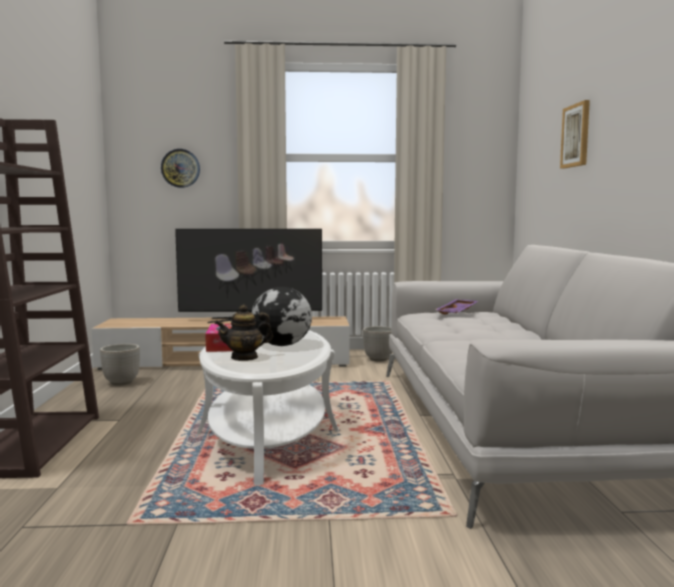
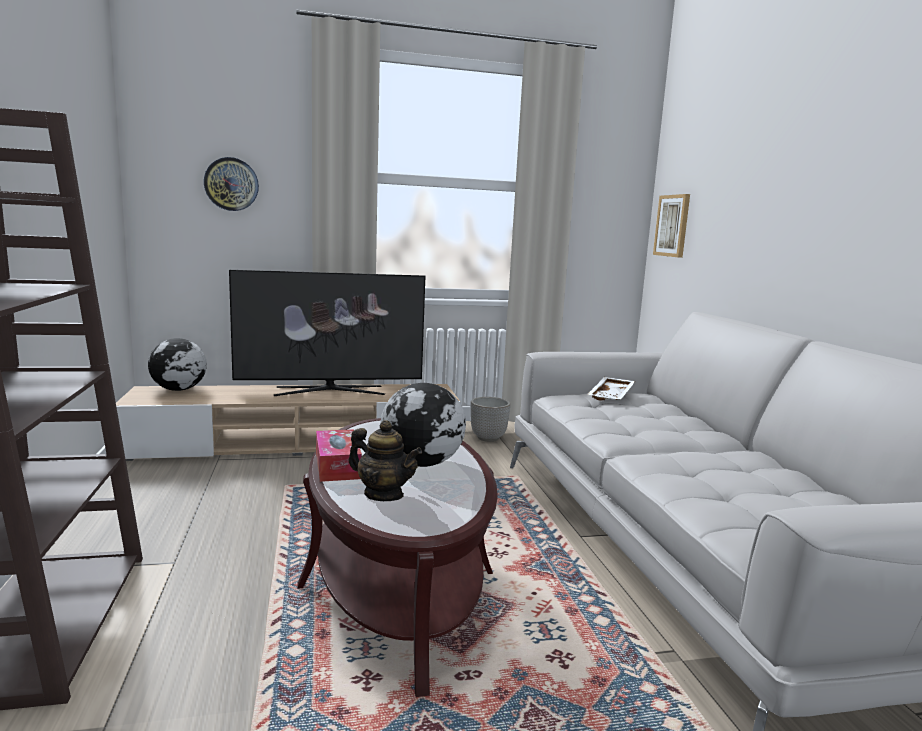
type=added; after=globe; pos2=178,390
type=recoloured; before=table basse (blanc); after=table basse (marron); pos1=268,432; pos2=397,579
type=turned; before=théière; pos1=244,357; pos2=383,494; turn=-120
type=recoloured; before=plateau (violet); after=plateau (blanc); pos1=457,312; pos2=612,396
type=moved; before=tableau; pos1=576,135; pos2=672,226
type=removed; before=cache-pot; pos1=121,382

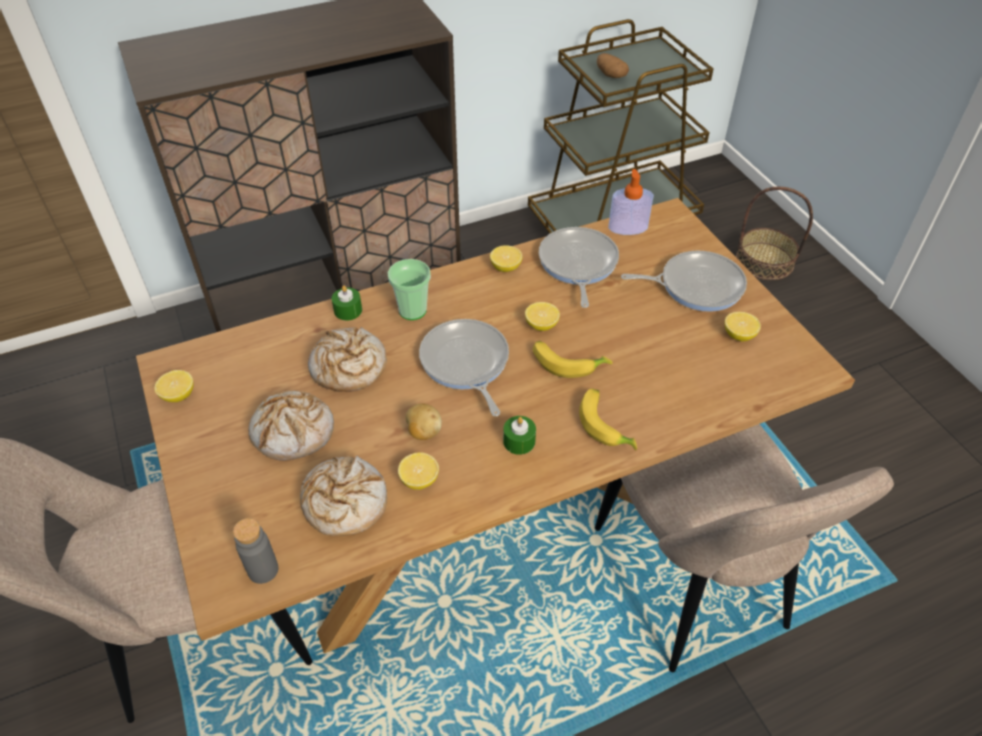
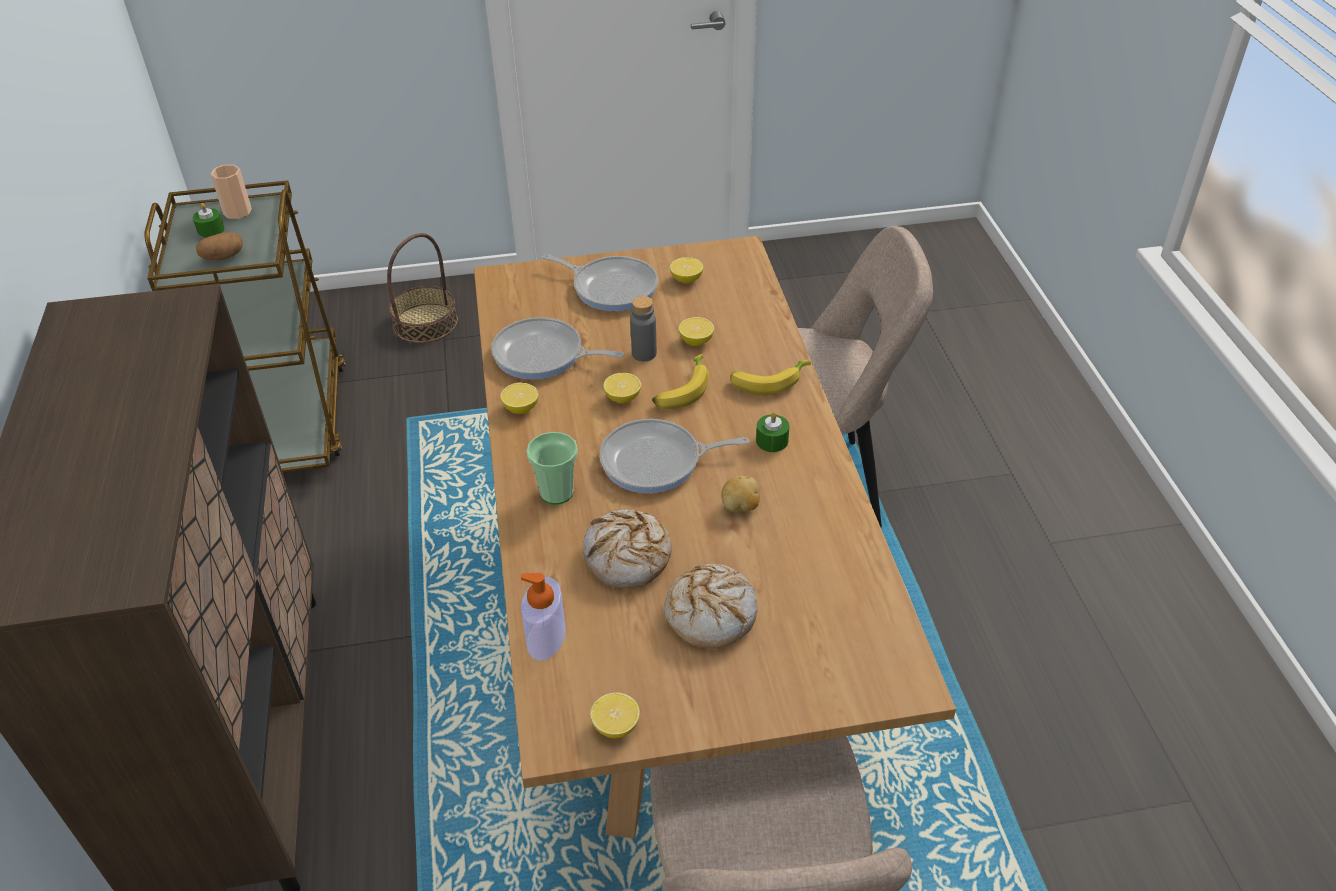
type=moved; before=bougie (vert); pos1=348,310; pos2=211,230
type=added; after=tasse; pos2=237,212
type=moved; before=distributeur de savon; pos1=628,227; pos2=546,637
type=turned; before=poêle; pos1=696,285; pos2=611,287; turn=105
type=moved; before=bouteille (gris); pos1=263,570; pos2=644,353
type=moved; before=citron; pos1=419,480; pos2=696,341
type=removed; before=pain; pos1=344,502

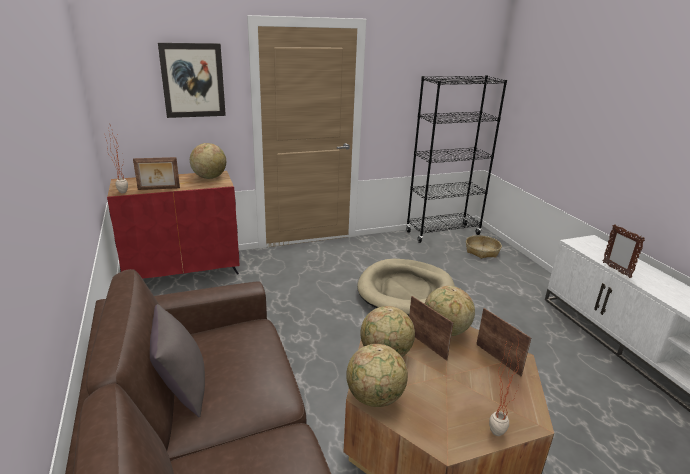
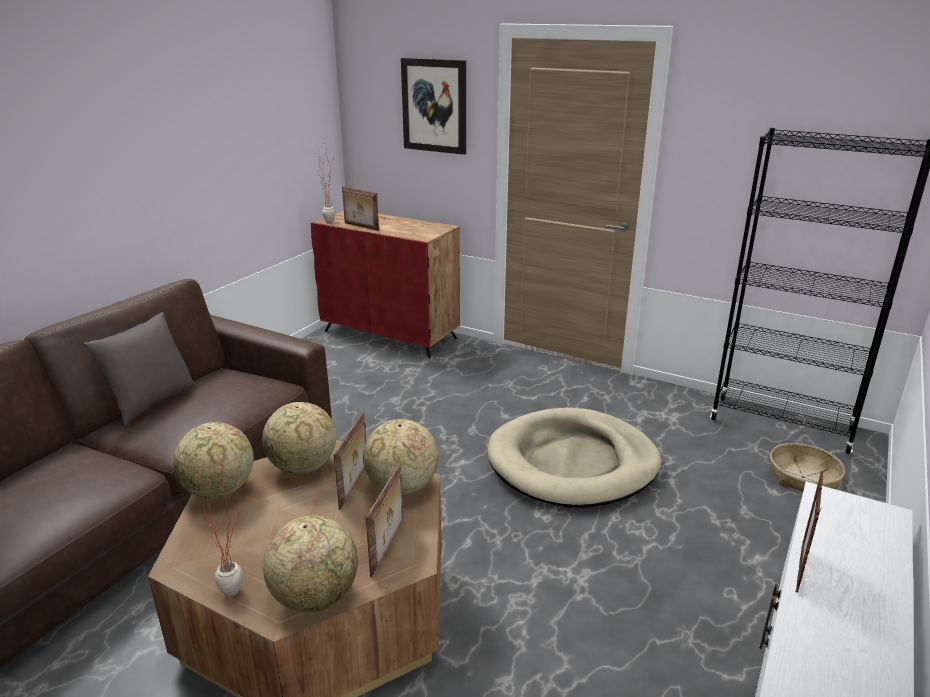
type=moved; before=globe; pos1=209,177; pos2=315,597

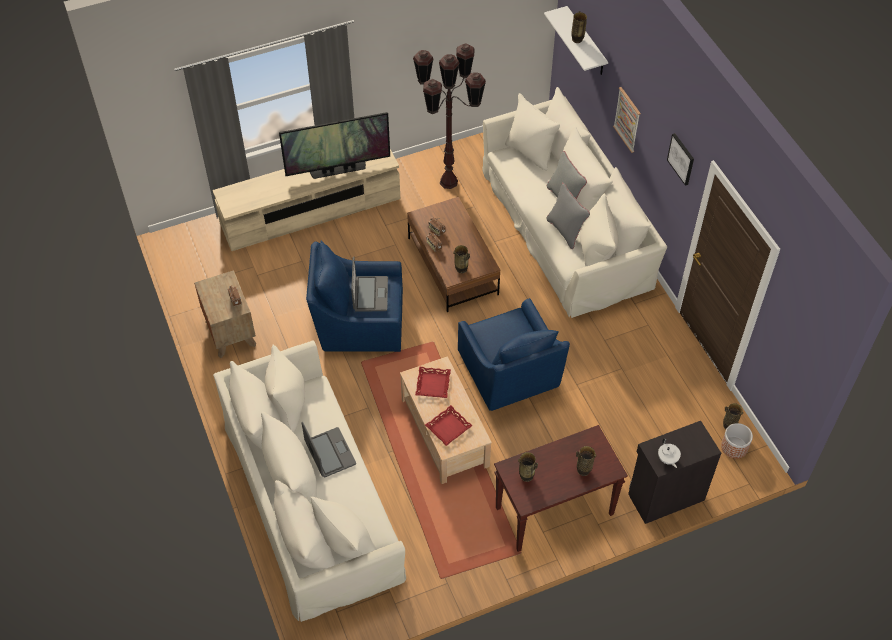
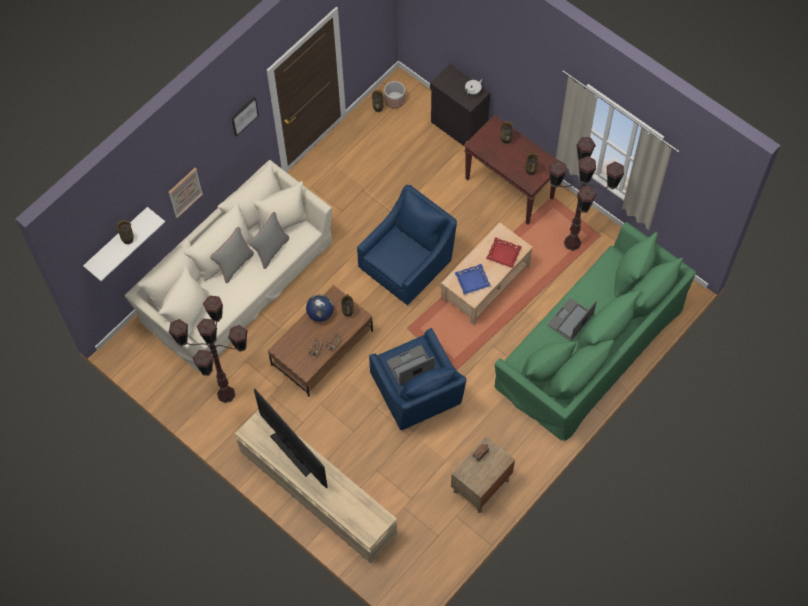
type=added; after=globe; pos2=320,313
type=recoloured; before=plateau (rouge); after=plateau (bleu); pos1=432,384; pos2=472,281
type=recoloured; before=canapé (beige); after=canapé (vert); pos1=312,497; pos2=589,345
type=added; after=lampadaire (marron); pos2=572,243

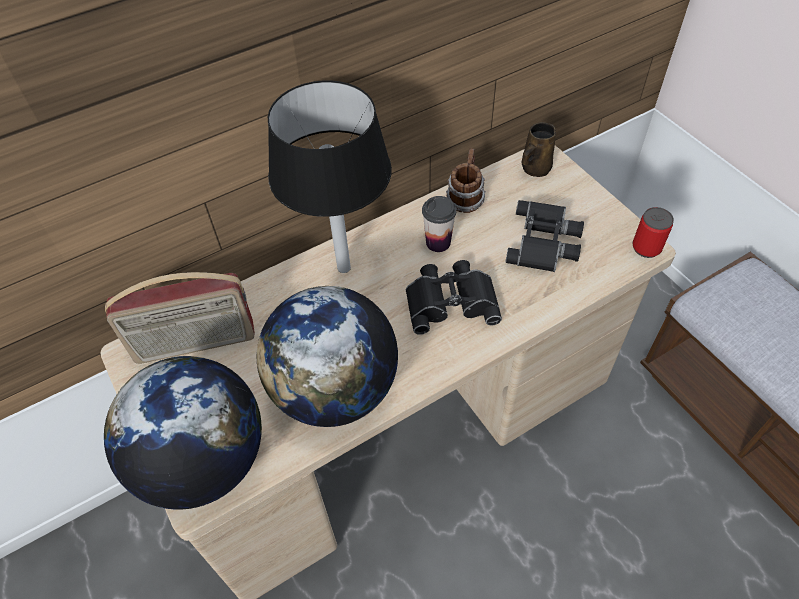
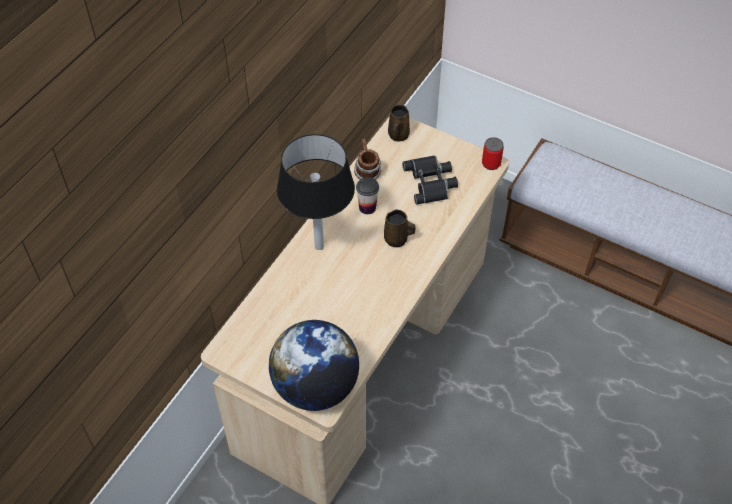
type=replaced; before=jumelles (noir); after=mug (marron); pos1=451,300; pos2=397,240
type=removed; before=radio; pos1=195,344
type=removed; before=globe; pos1=335,390

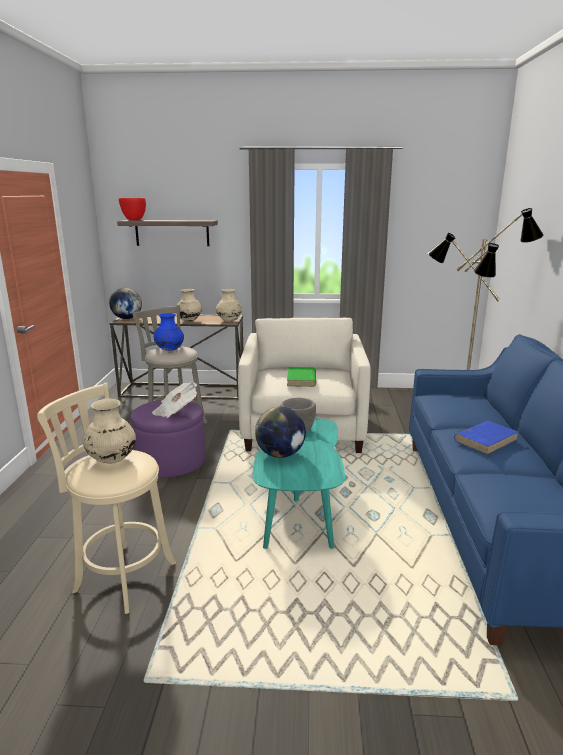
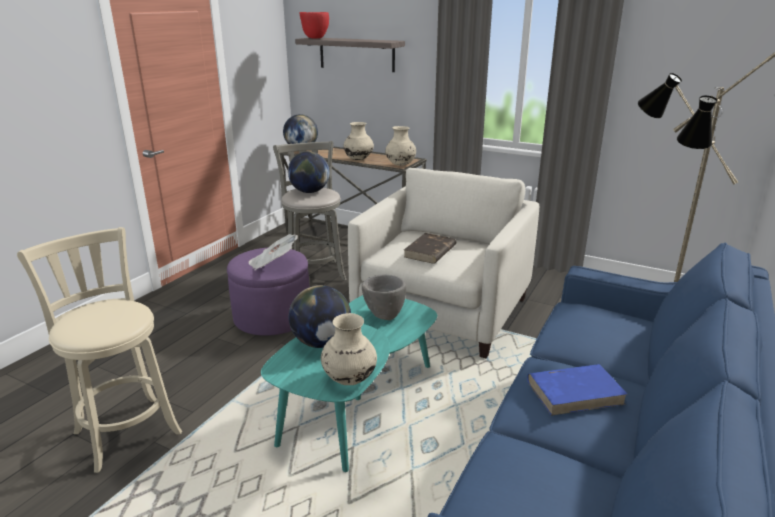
type=replaced; before=vase (bleu); after=globe; pos1=169,350; pos2=309,192
type=moved; before=vase (beige); pos1=111,460; pos2=349,379
type=recoloured; before=livre (vert); after=livre (marron); pos1=301,379; pos2=430,251

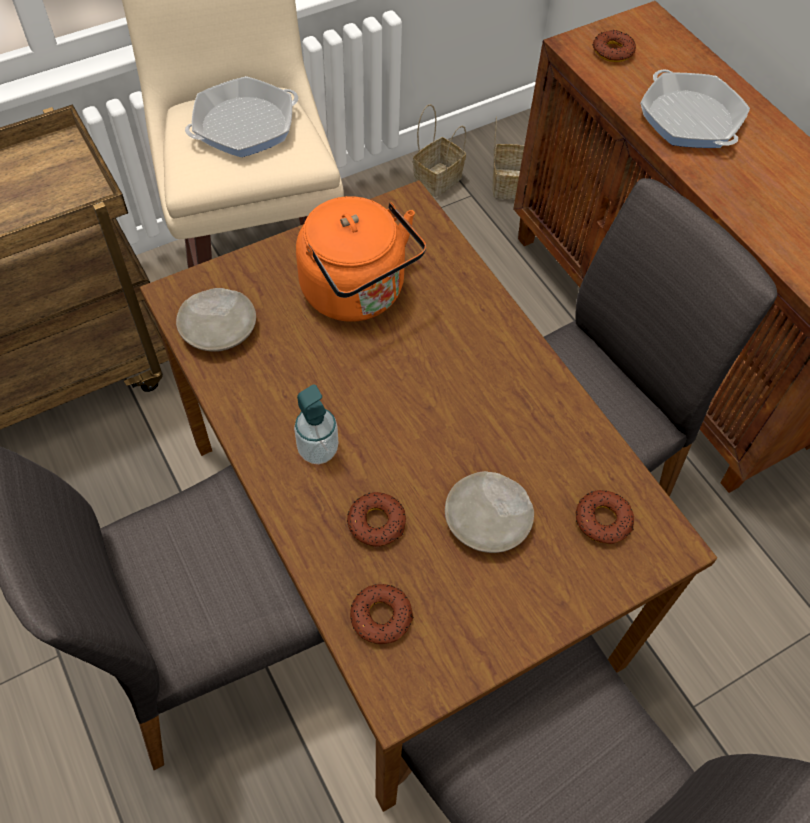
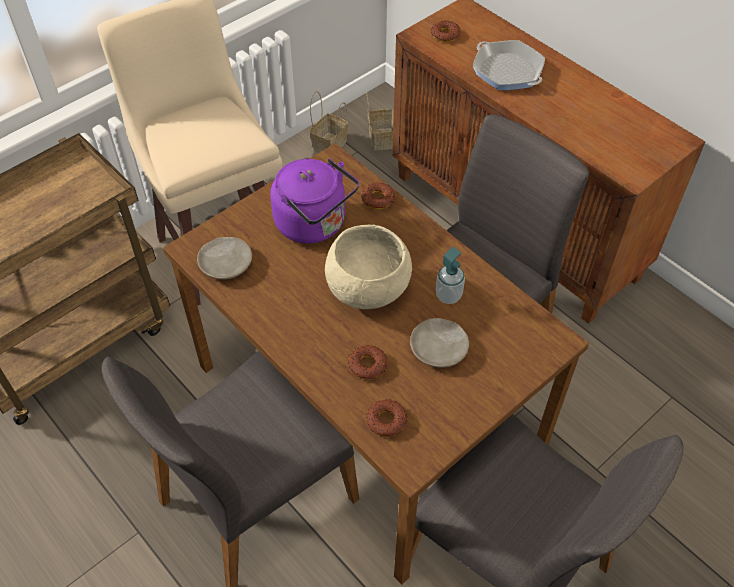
type=recoloured; before=bouilloire (orange); after=bouilloire (violet); pos1=358,294; pos2=314,224
type=added; after=bol (beige); pos2=368,291
type=moved; before=beignet; pos1=603,520; pos2=378,199
type=moved; before=distributeur de savon; pos1=318,450; pos2=448,295
type=removed; before=poêle; pos1=244,125

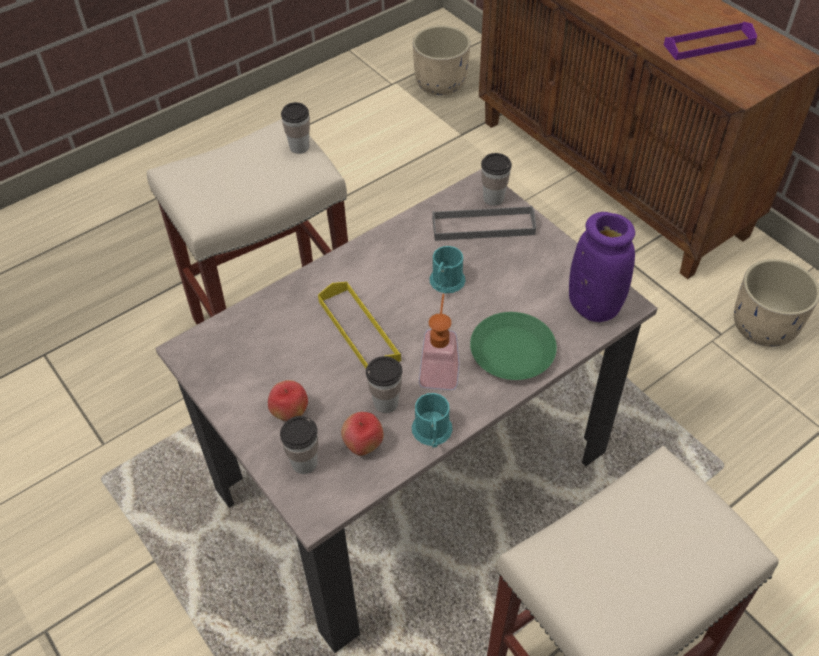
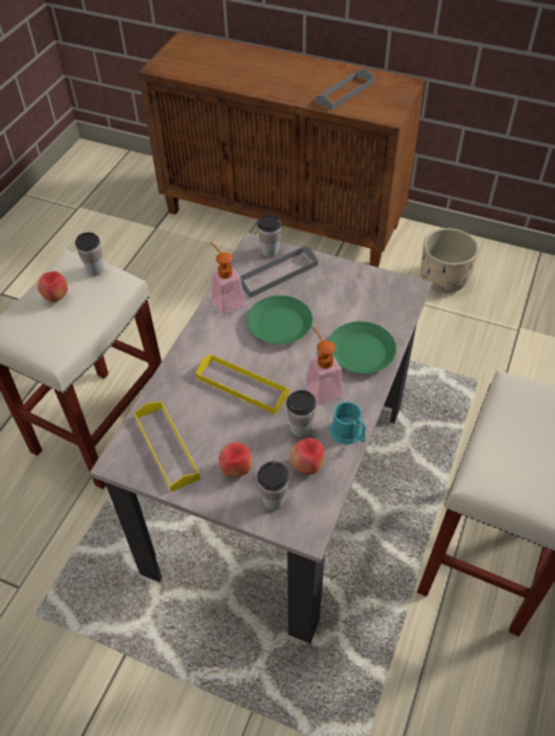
type=added; after=pomme; pos2=56,297
type=added; after=plateau (jaune); pos2=167,447
type=added; after=distributeur de savon; pos2=225,300
type=replaced; before=mug (turquoise); after=assiette (vert); pos1=445,283; pos2=280,325
type=recoloured; before=plateau (violet); after=plateau (gris); pos1=709,44; pos2=345,92
type=removed; before=cache-pot (beige); pos1=440,83
type=removed; before=vase (violet); pos1=594,306

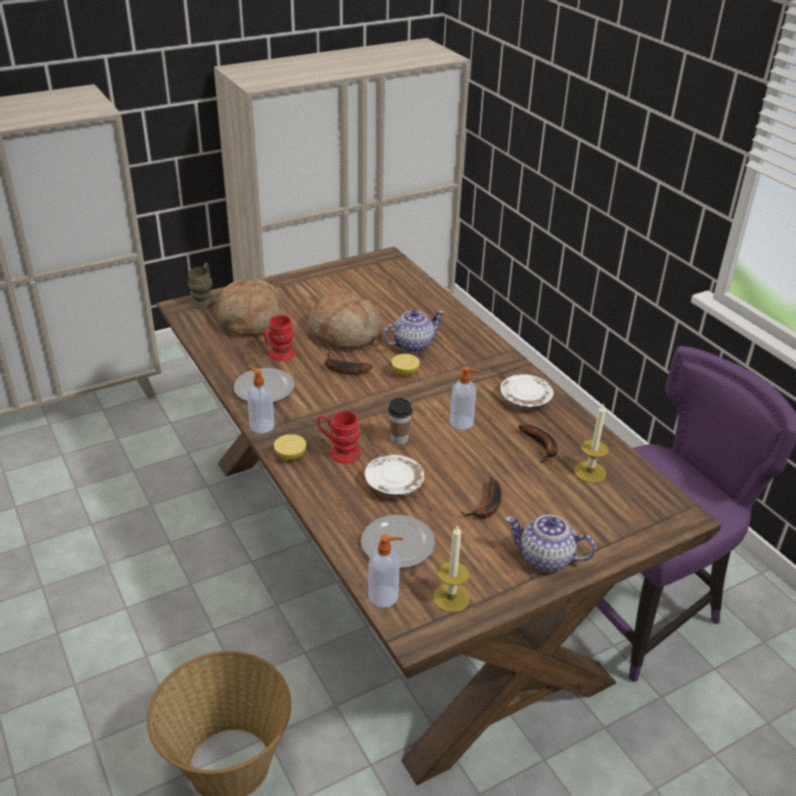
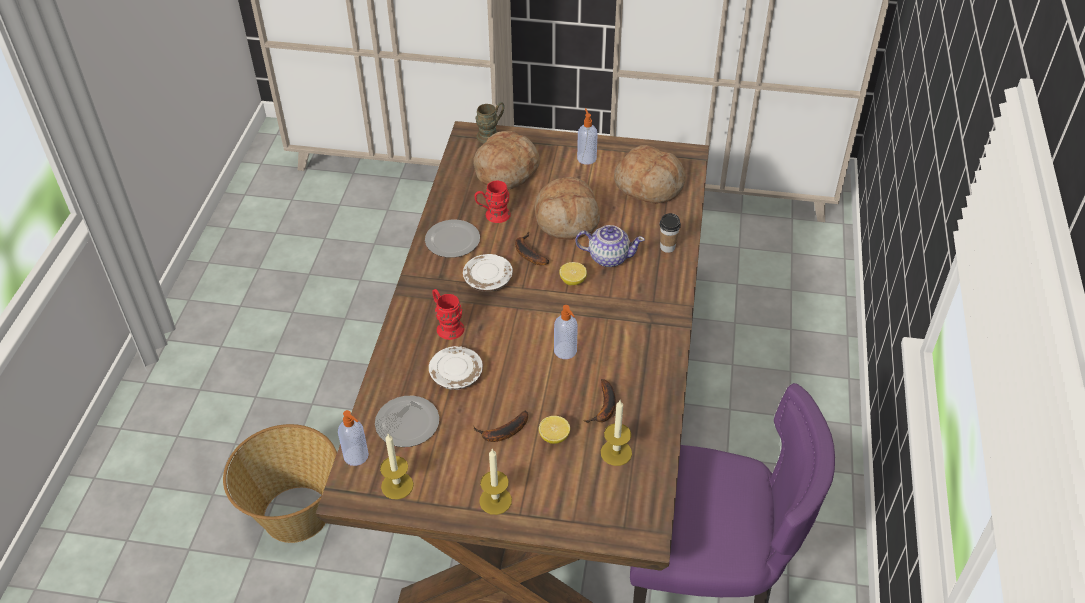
type=moved; before=assiette (blanc); pos1=525,400; pos2=488,280
type=replaced; before=théière; after=bougie; pos1=546,559; pos2=495,500
type=moved; before=citron; pos1=290,456; pos2=554,437
type=moved; before=distributeur de savon; pos1=261,426; pos2=586,158
type=added; after=pain; pos2=649,185
type=moved; before=tasse; pos1=399,439; pos2=667,247

